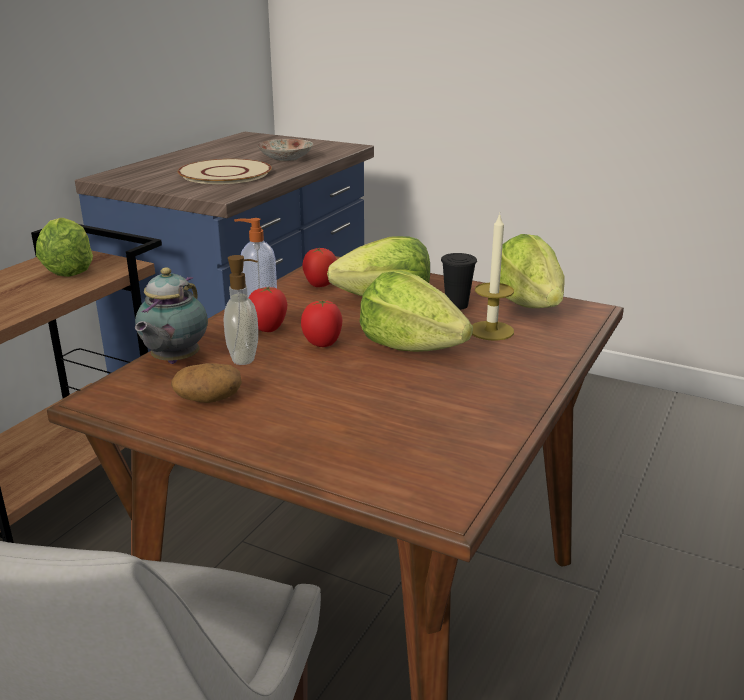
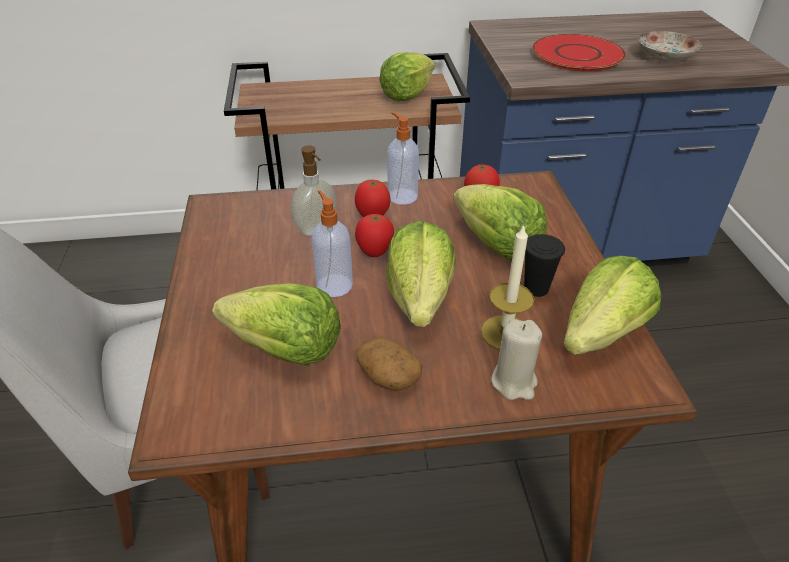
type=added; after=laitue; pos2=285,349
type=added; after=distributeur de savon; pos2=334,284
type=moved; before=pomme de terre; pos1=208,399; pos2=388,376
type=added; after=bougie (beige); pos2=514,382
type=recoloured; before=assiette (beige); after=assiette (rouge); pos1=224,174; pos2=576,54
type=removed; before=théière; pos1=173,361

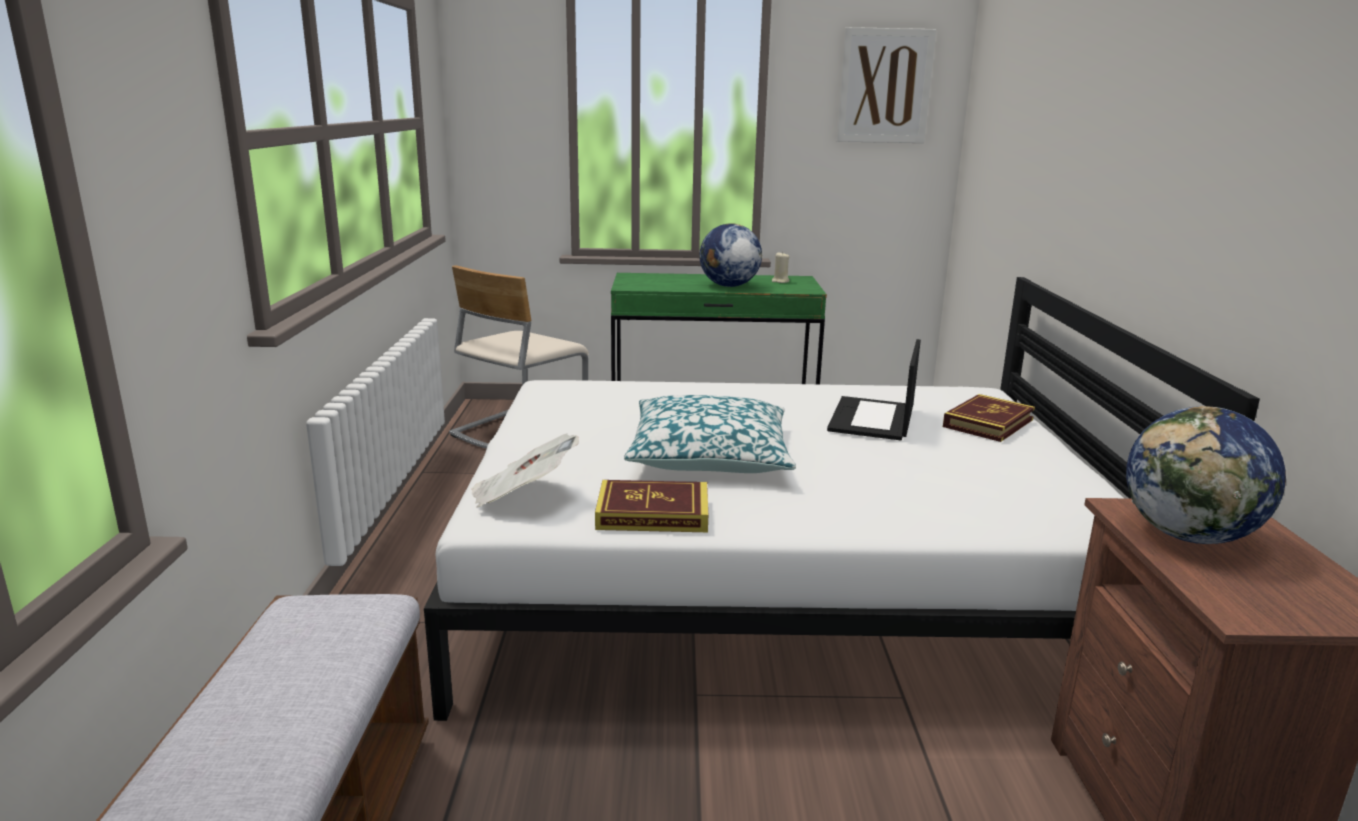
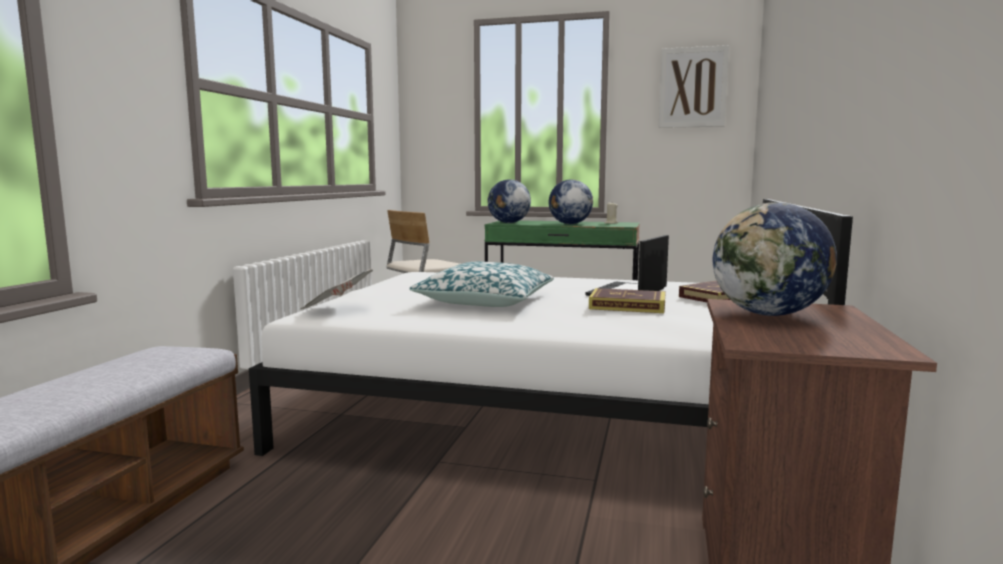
type=added; after=globe; pos2=508,223
type=moved; before=livre; pos1=653,513; pos2=627,306

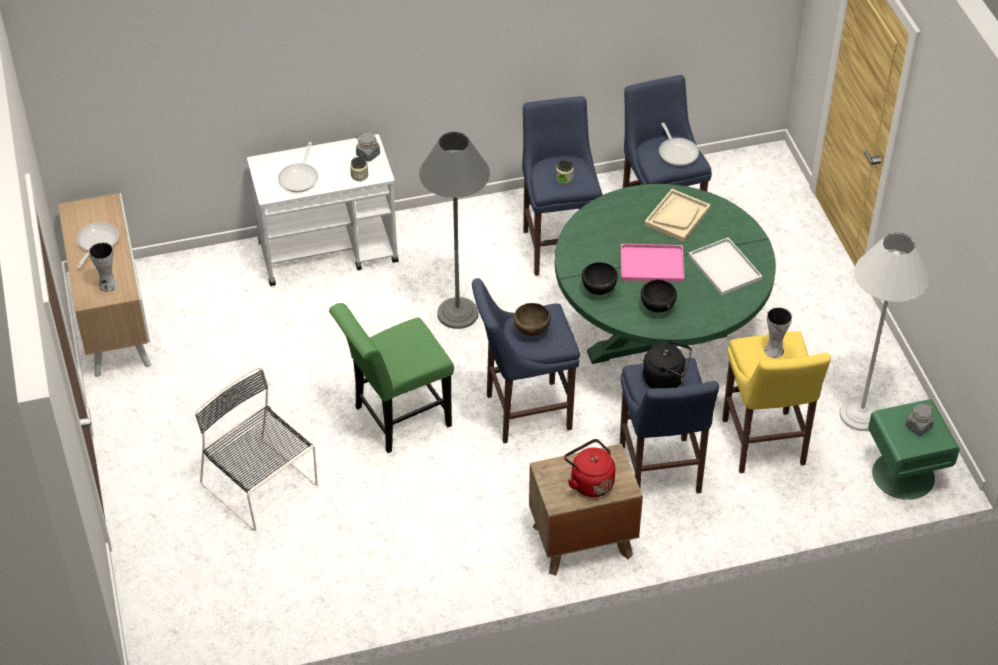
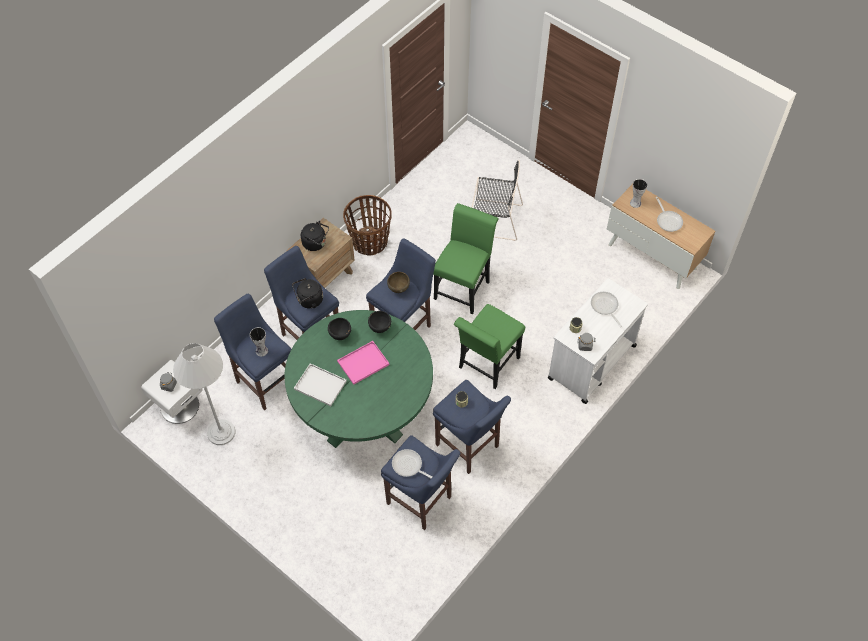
type=recoloured; before=table de chevet (vert); after=table de chevet (blanc); pos1=903,475; pos2=179,406
type=recoloured; before=tabouret (jaune); after=tabouret (bleu); pos1=764,445; pos2=264,381
type=recoloured; before=bouilloire (rouge); after=bouilloire (noir); pos1=590,482; pos2=316,243
type=added; after=panier; pos2=369,242
type=replaced; before=lampadaire (gris); after=chaise (vert); pos1=458,313; pos2=486,365
type=removed; before=plateau (beige); pos1=677,216

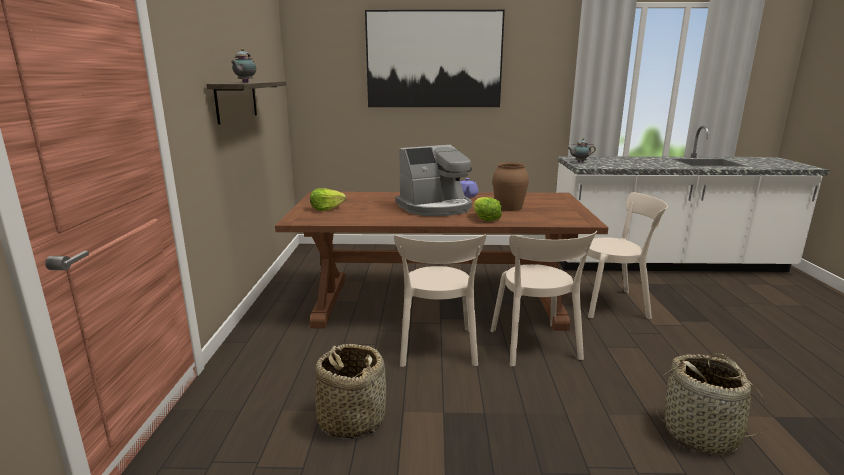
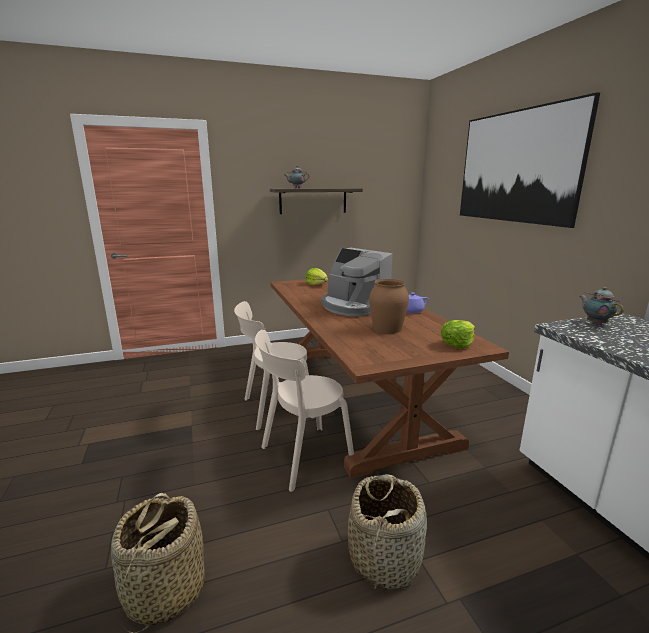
type=moved; before=panier; pos1=351,419; pos2=385,558
type=moved; before=laitue; pos1=485,218; pos2=457,344
type=removed; before=chaise (beige); pos1=613,304

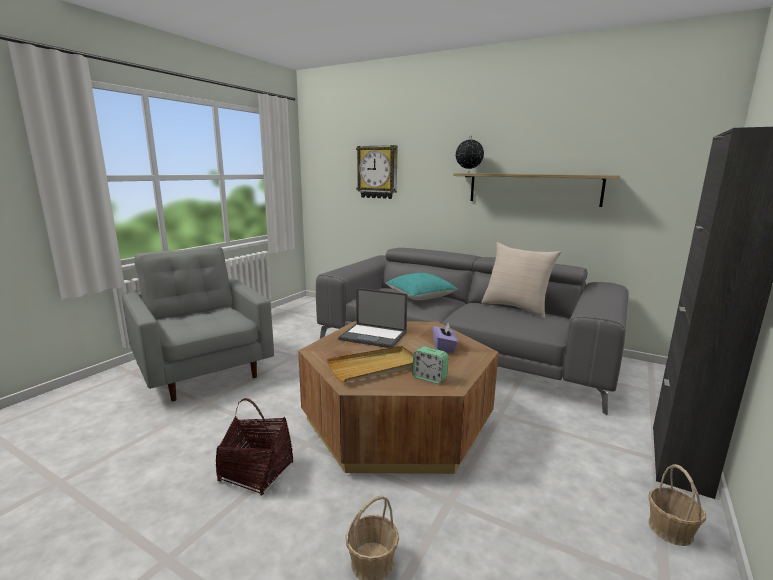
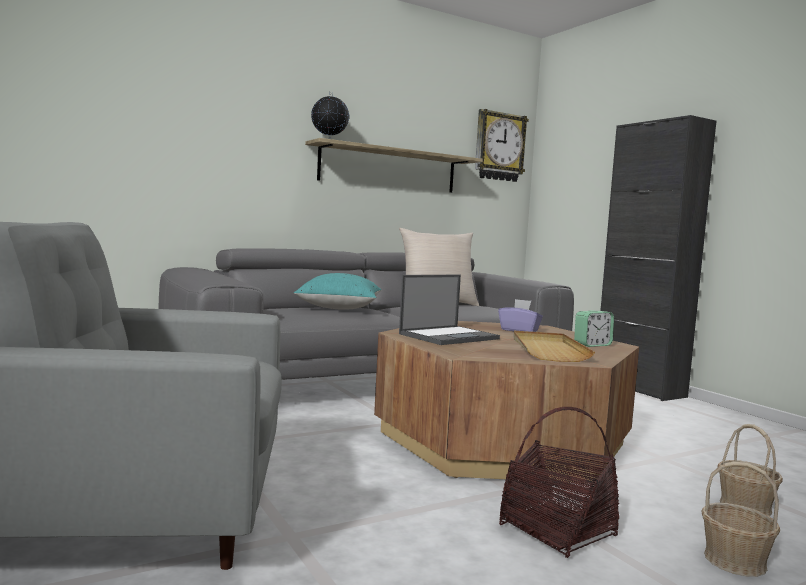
type=moved; before=horloge murale; pos1=377,172; pos2=499,146
type=moved; before=panier; pos1=670,529; pos2=735,561

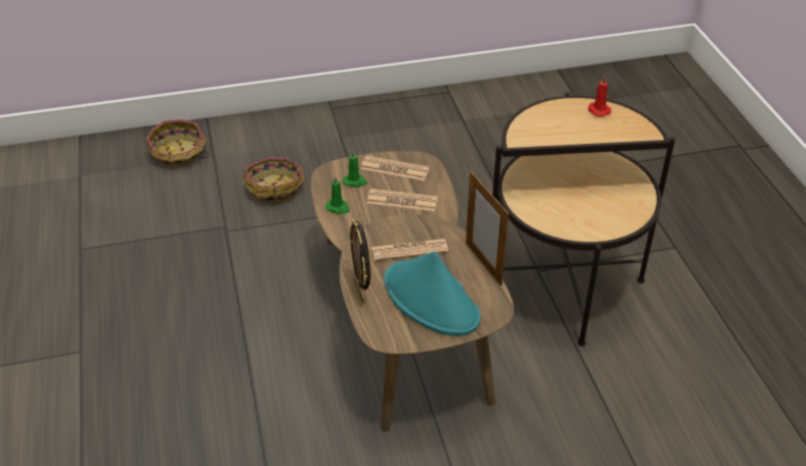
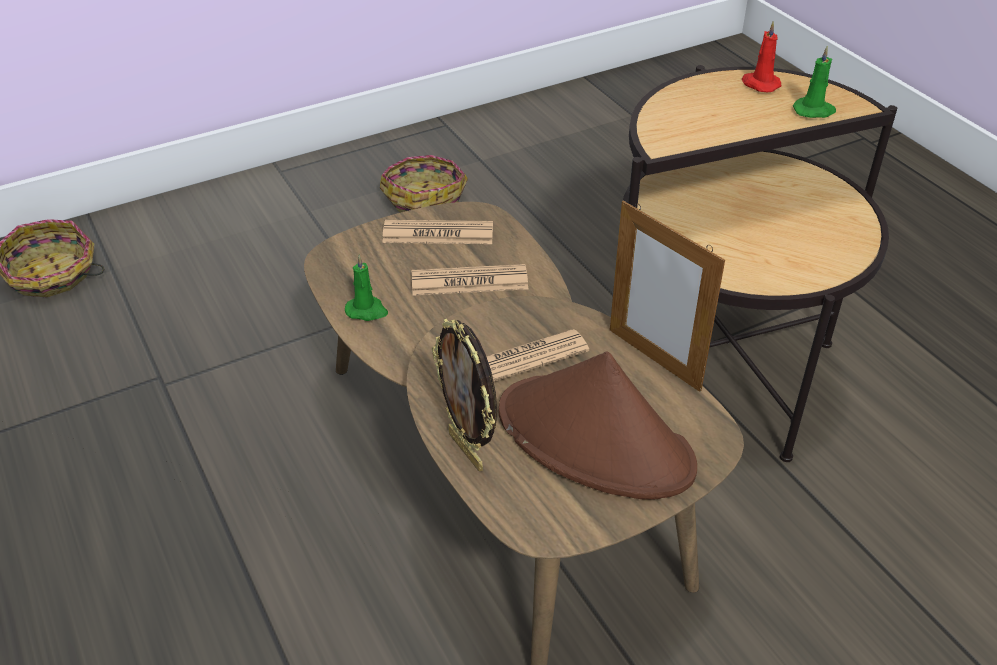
type=moved; before=panier; pos1=275,188; pos2=425,197
type=recoloured; before=chapeau (turquoise); after=chapeau (marron); pos1=431,300; pos2=596,440
type=moved; before=bougie (vert); pos1=355,181; pos2=814,111

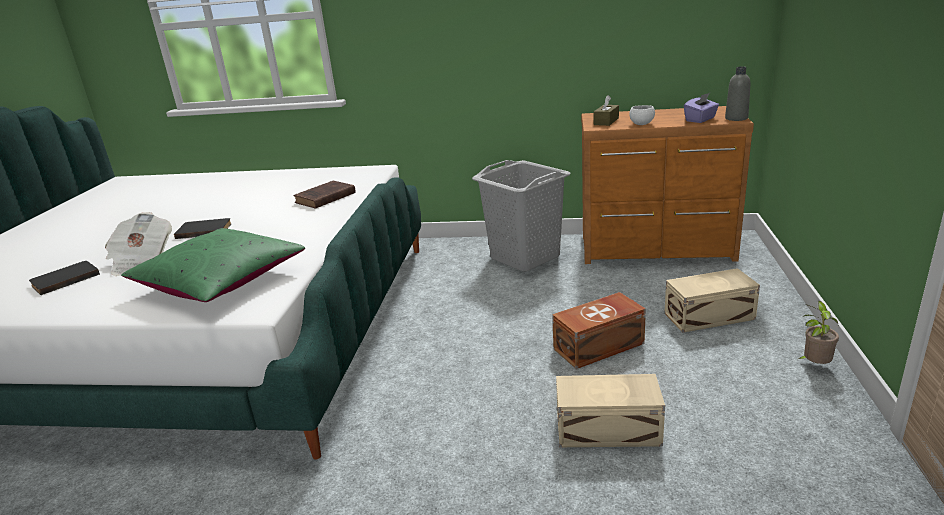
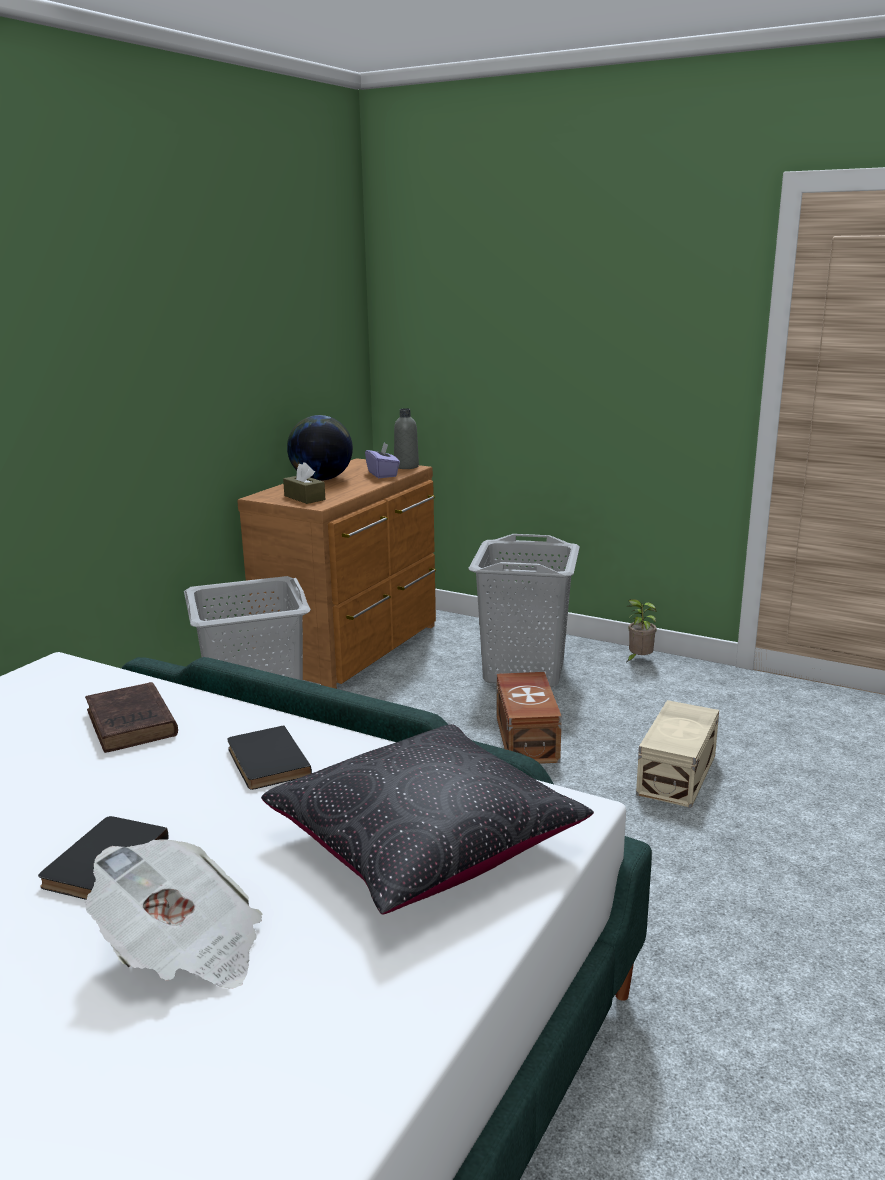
type=moved; before=livre (noir); pos1=65,279; pos2=264,762
type=recoloured; before=coussin (vert); after=coussin (noir); pos1=220,282; pos2=424,842
type=added; after=globe; pos2=321,479
type=replaced; before=boîte de rangement (beige); after=panier à linge (gris); pos1=710,316; pos2=524,671
type=removed; before=bol (blanc); pos1=642,124

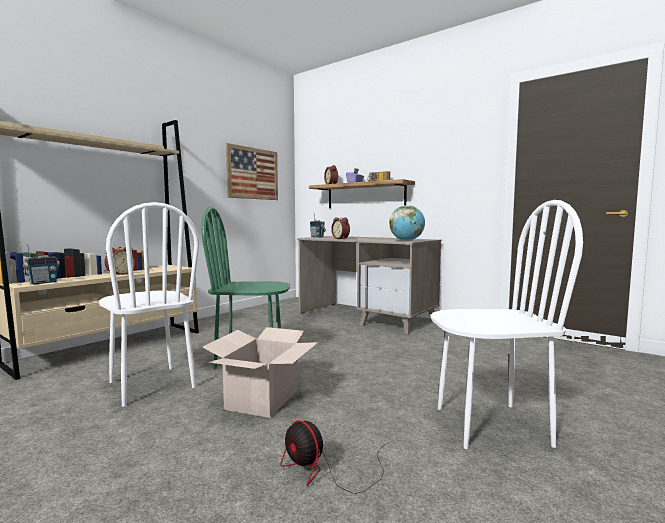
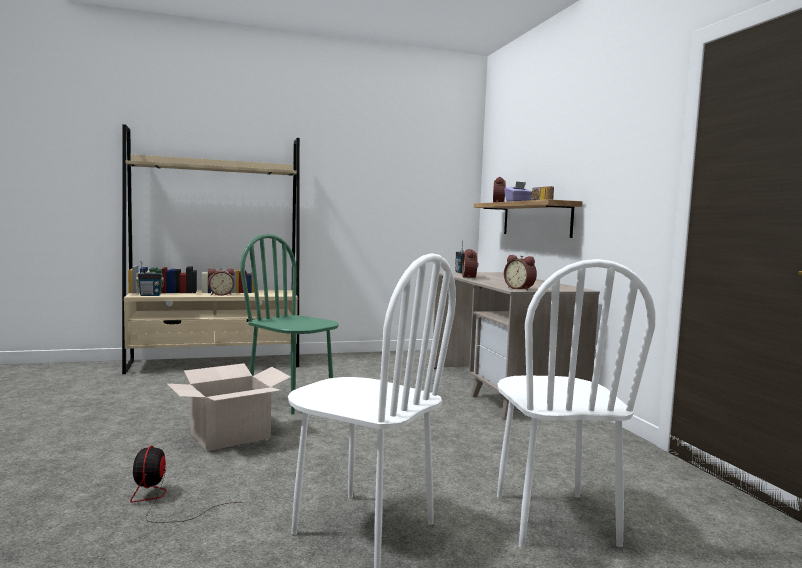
type=moved; before=chaise (blanc); pos1=151,385; pos2=553,519
type=replaced; before=globe; after=réveil; pos1=406,241; pos2=520,288
type=removed; before=tableau; pos1=252,173

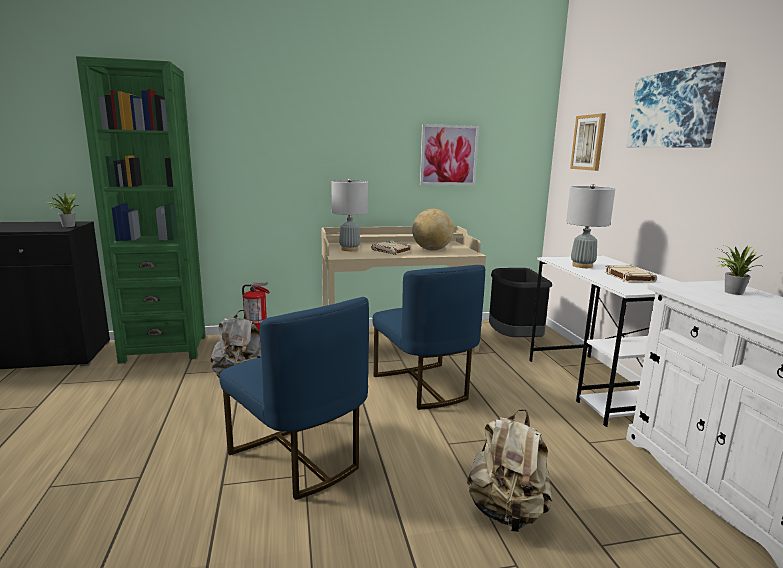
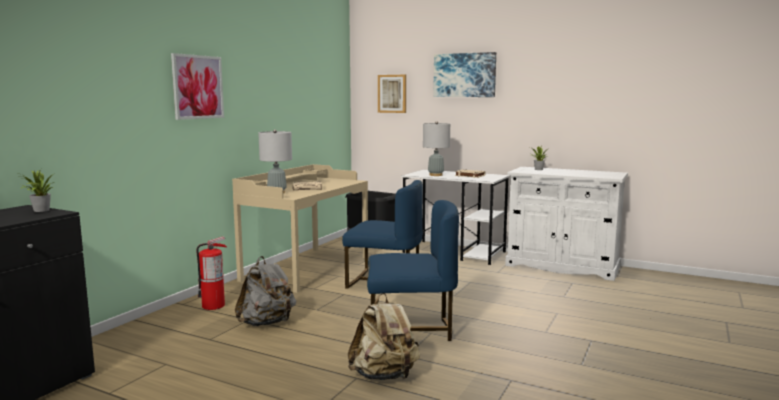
type=moved; before=tableau; pos1=448,155; pos2=197,87
type=moved; before=sac à dos (beige); pos1=507,512; pos2=384,376
type=removed; before=bibliothèque (vert); pos1=164,349
type=removed; before=globe; pos1=432,250

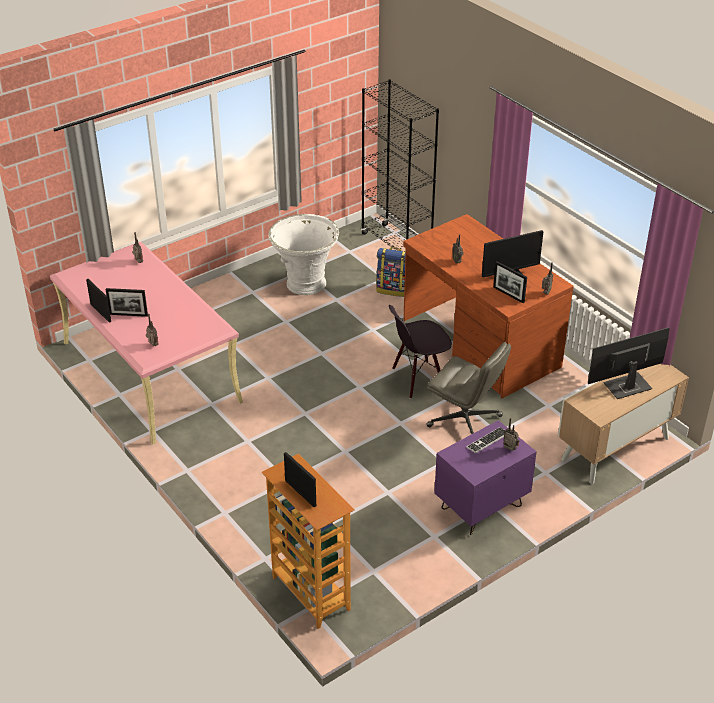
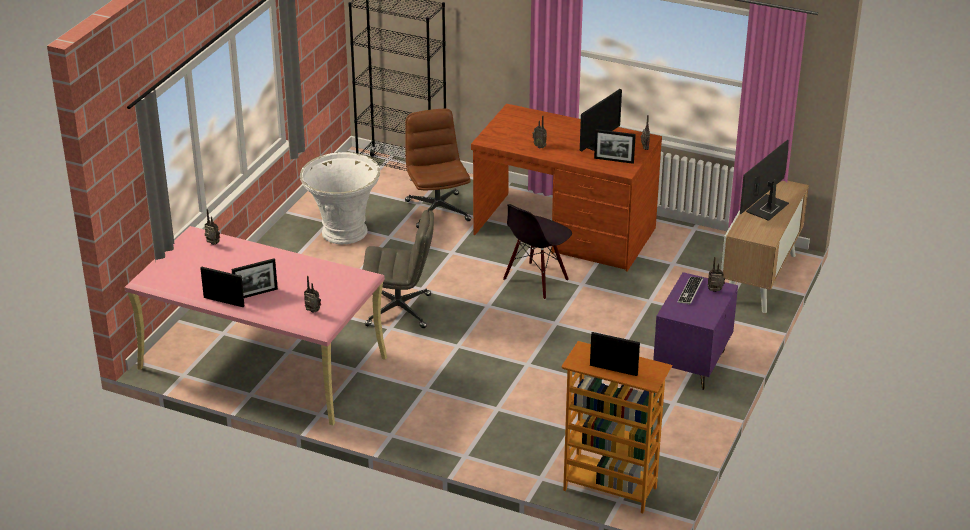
type=moved; before=chaise de bureau (gris); pos1=465,421; pos2=399,310
type=replaced; before=sac à dos; after=chaise de bureau (marron); pos1=393,289; pos2=437,210

